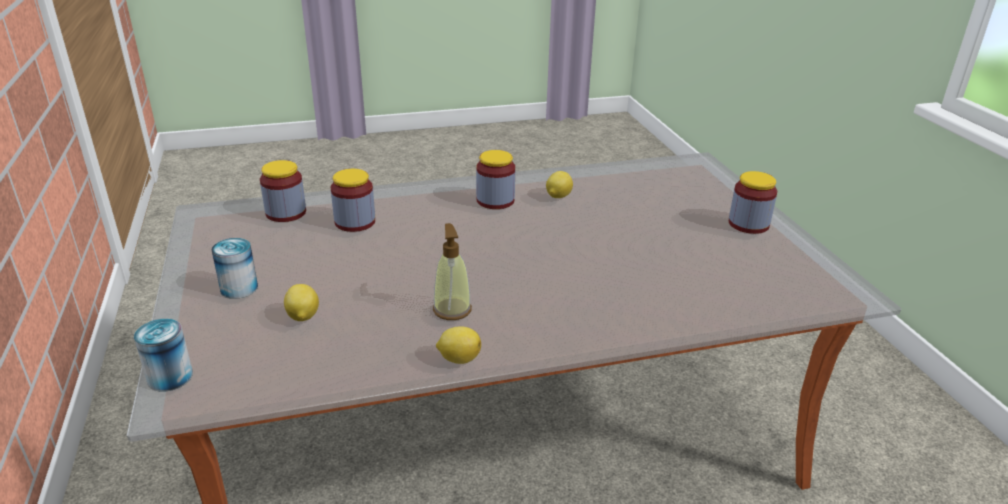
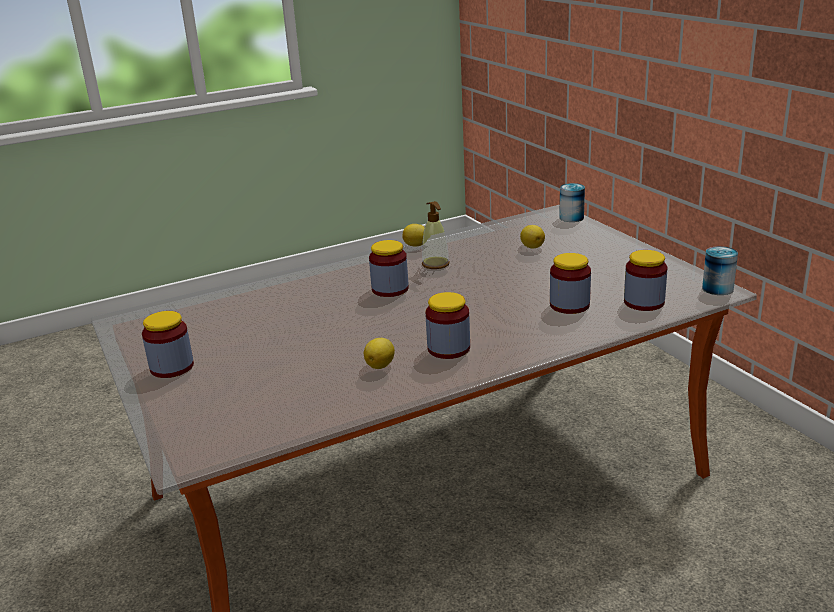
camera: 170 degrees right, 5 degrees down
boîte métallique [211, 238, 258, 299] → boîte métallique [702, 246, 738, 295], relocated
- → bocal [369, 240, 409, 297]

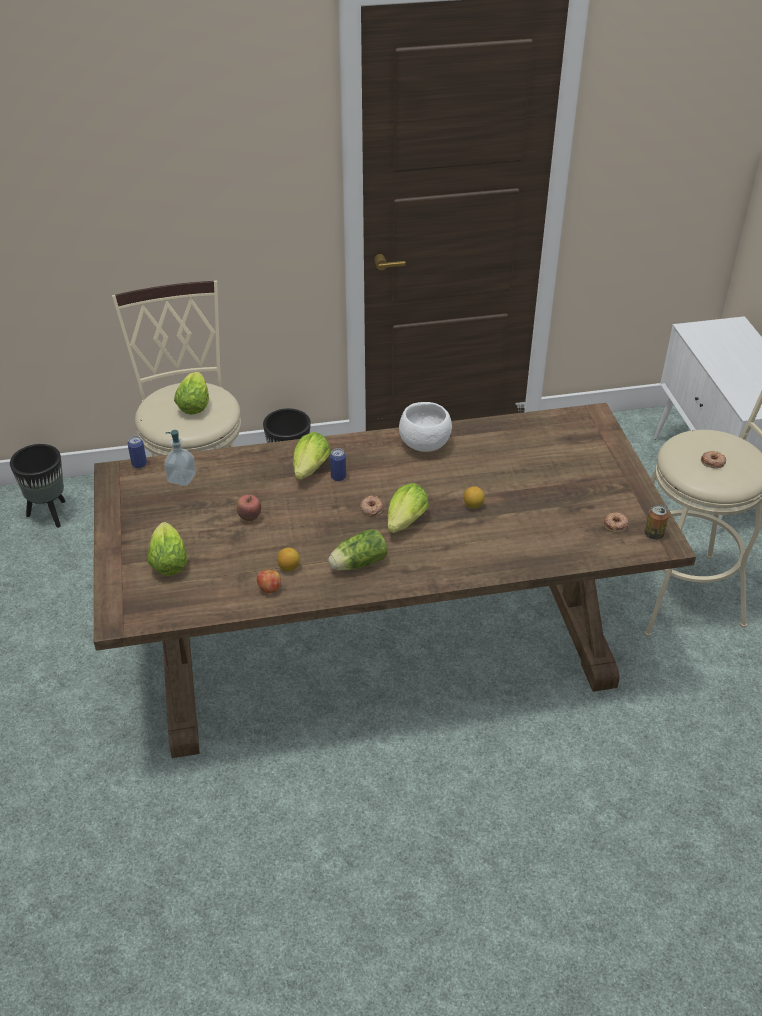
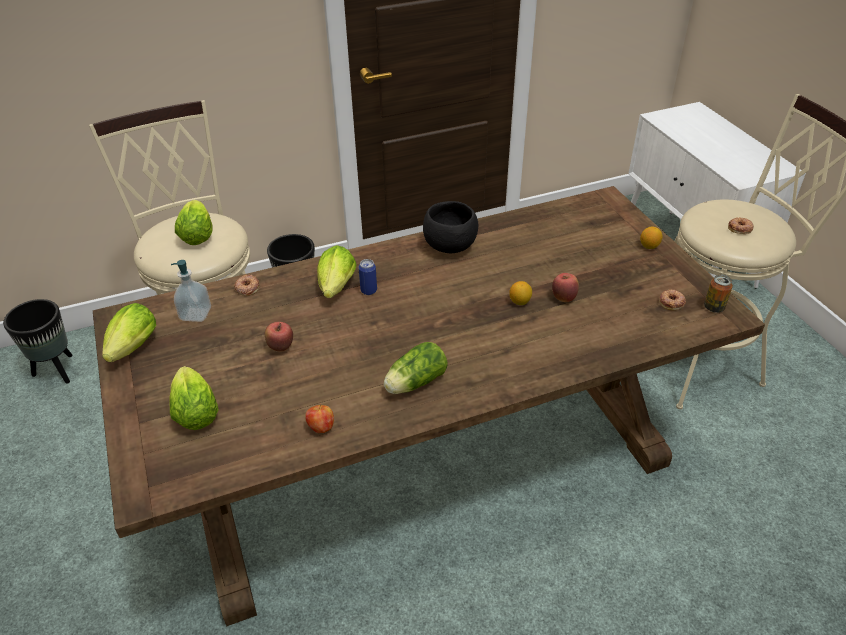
camera: 10 degrees left, 0 degrees up
bol [blanc] [399, 402, 452, 452] → bol [noir] [423, 201, 478, 253]
boîte métallique [128, 436, 147, 468] → -
laitue [387, 483, 429, 533] → laitue [102, 303, 156, 362], relocated
beignet [360, 496, 383, 517] → beignet [234, 275, 259, 296], relocated
citron [277, 547, 300, 571] → citron [640, 227, 662, 249], relocated
- → pomme [552, 273, 579, 302]

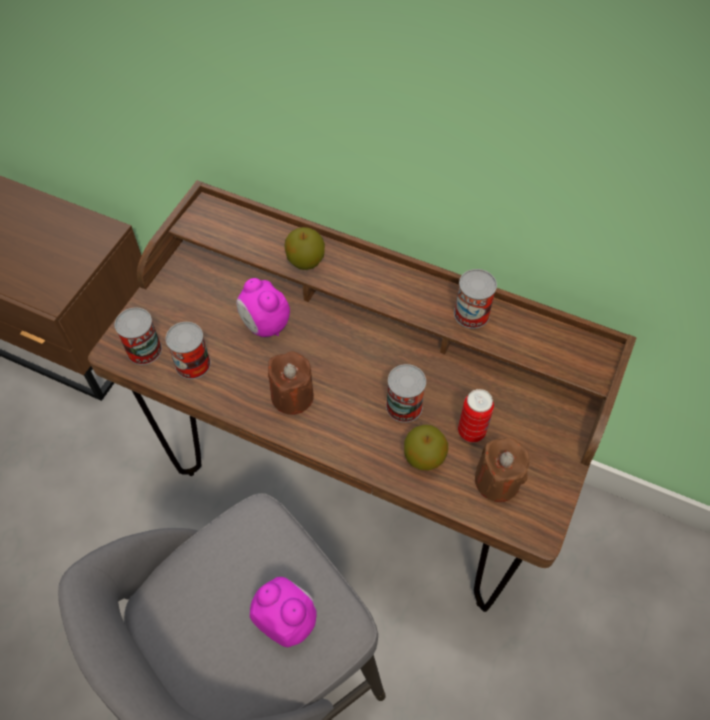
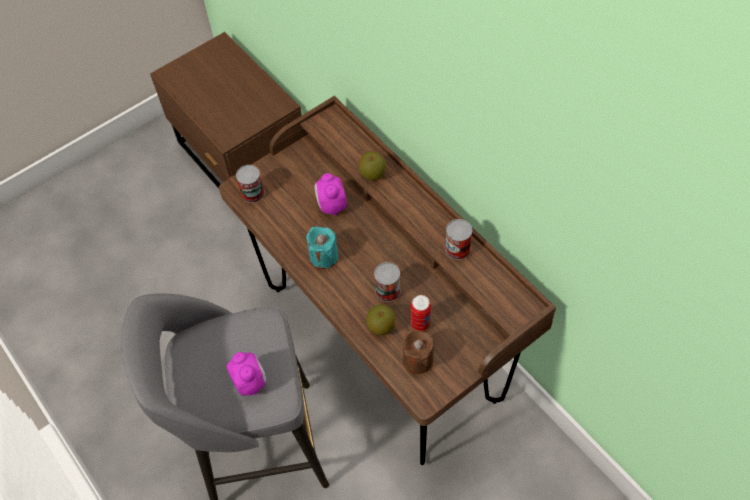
camera: 30 degrees right, 0 degrees up
boîte métallique [166, 322, 211, 379] → -
bougie [marron] [268, 351, 314, 415] → bougie [turquoise] [306, 227, 338, 269]

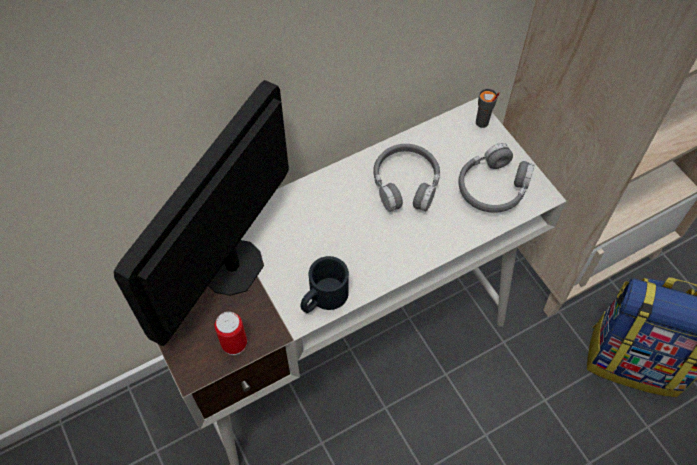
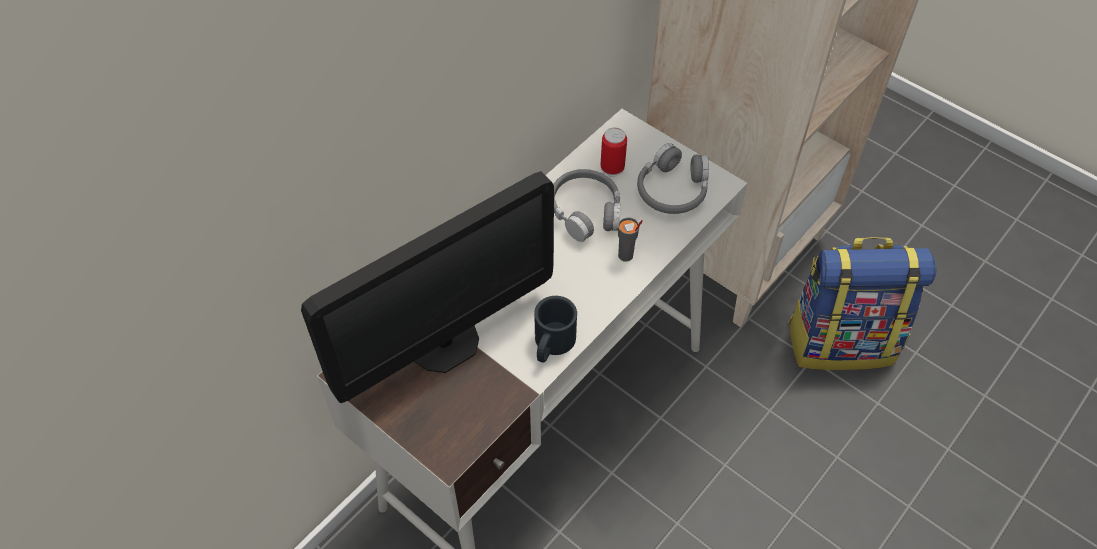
camera: 20 degrees left, 5 degrees down
écran d'ordinateur [114, 80, 289, 346] → écran d'ordinateur [301, 171, 554, 403], 135 degrees counterclockwise
tasse [gris] [476, 88, 500, 128] → tasse [gris] [618, 217, 643, 262], relocated
boîte métallique [215, 312, 247, 355] → boîte métallique [600, 127, 627, 177], relocated

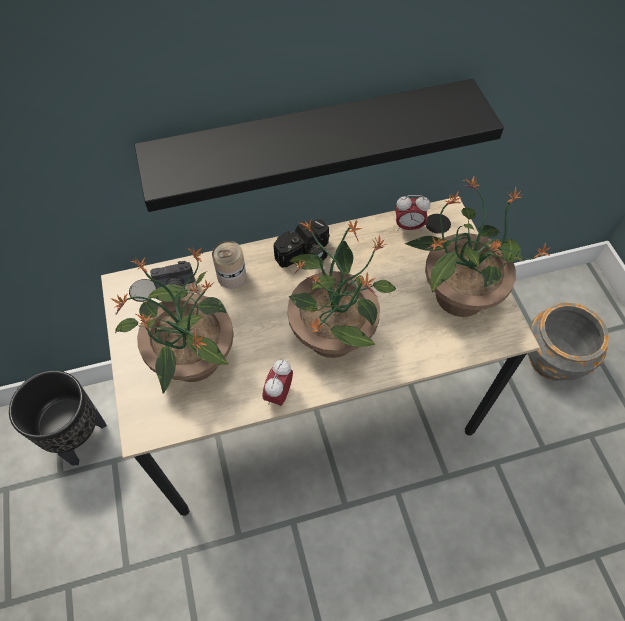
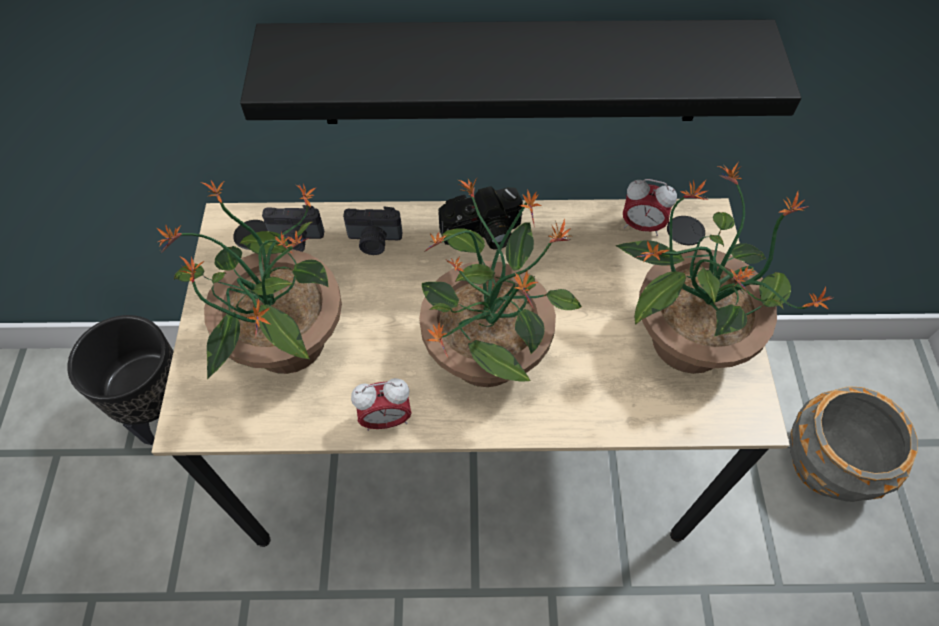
camera: 15 degrees right, 0 degrees up
boîte métallique [212, 241, 246, 289] → appareil photo [343, 206, 402, 255]
réveil [263, 360, 293, 406] → réveil [351, 378, 412, 431], 135 degrees counterclockwise

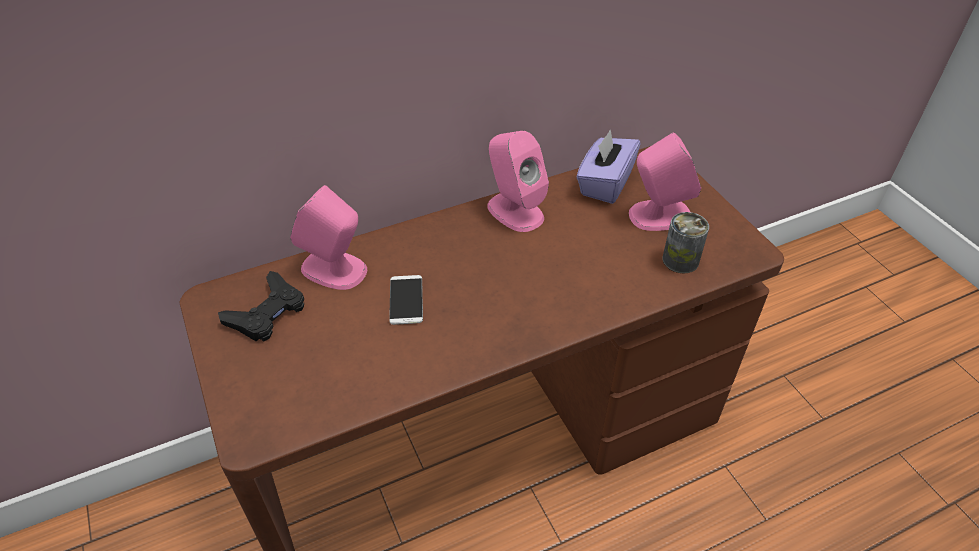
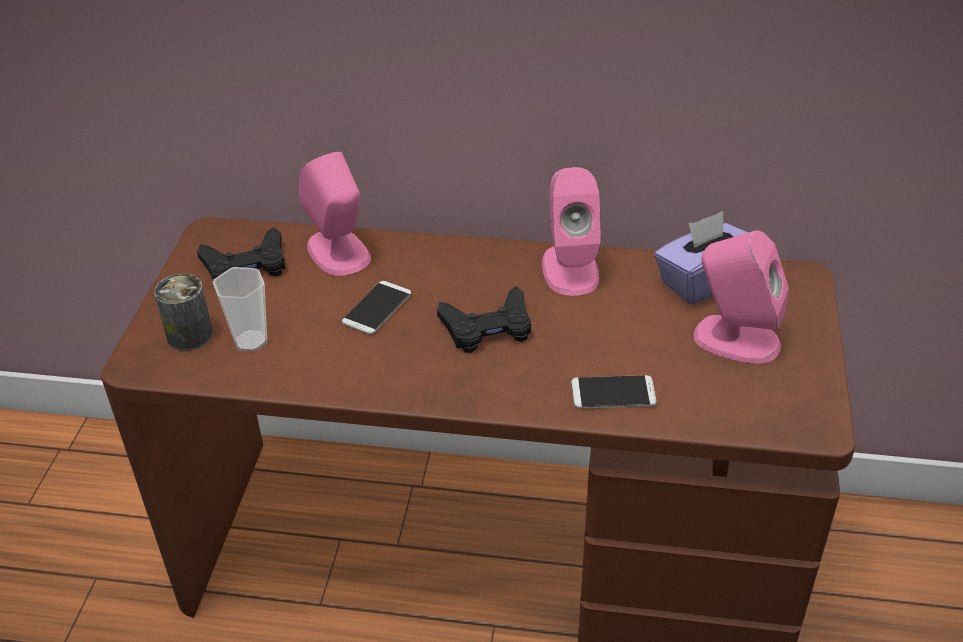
camera: 35 degrees right, 5 degrees down
boîte métallique [662, 212, 709, 273] → boîte métallique [154, 274, 213, 351], relocated
- → tasse [213, 267, 267, 352]
- → manette [noir] [437, 286, 531, 353]
- → téléphone [571, 375, 657, 408]

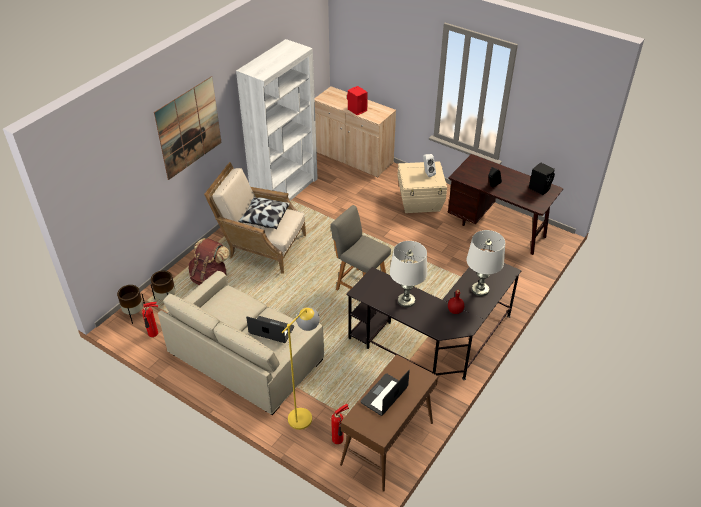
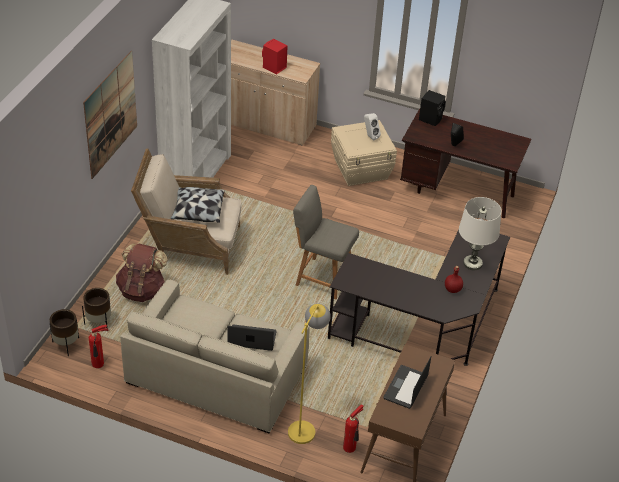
camera: 15 degrees left, 0 degrees up
enceinte [noir] [529, 162, 555, 195] → enceinte [noir] [419, 90, 446, 126], relocated
lampe de table [blanc] [390, 241, 428, 308] → -

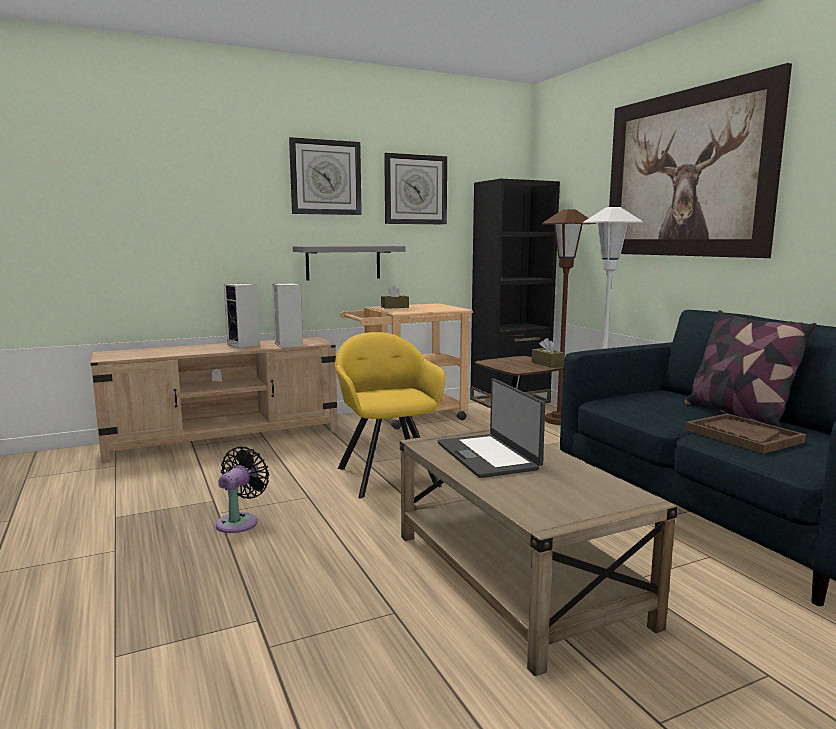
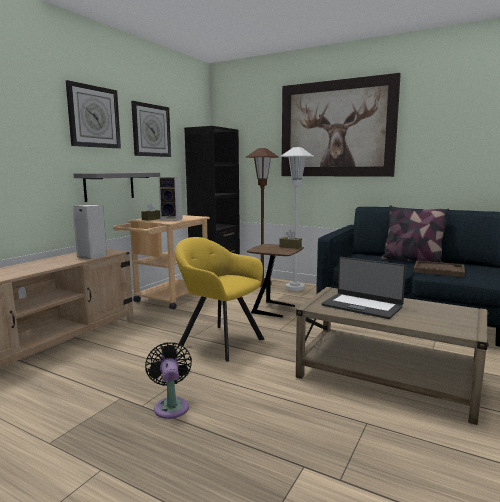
camera: 35 degrees left, 0 degrees up
enceinte [224, 283, 260, 348] → enceinte [158, 177, 183, 221], relocated

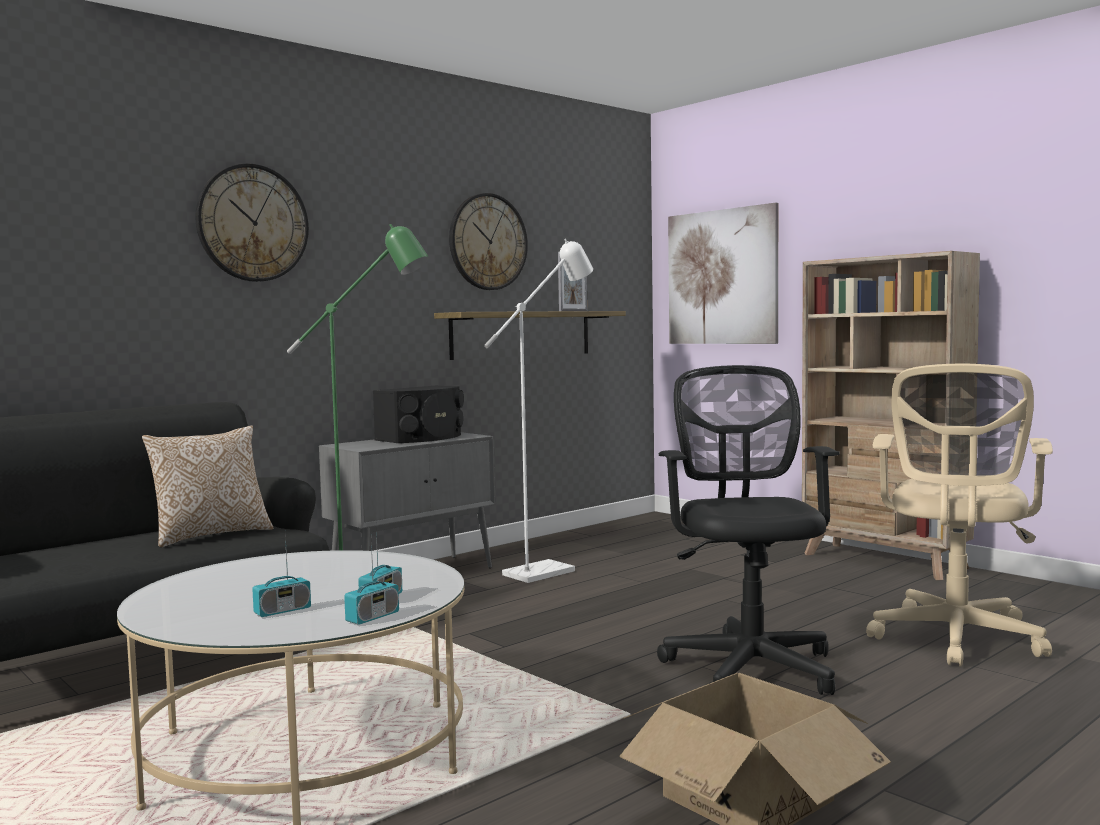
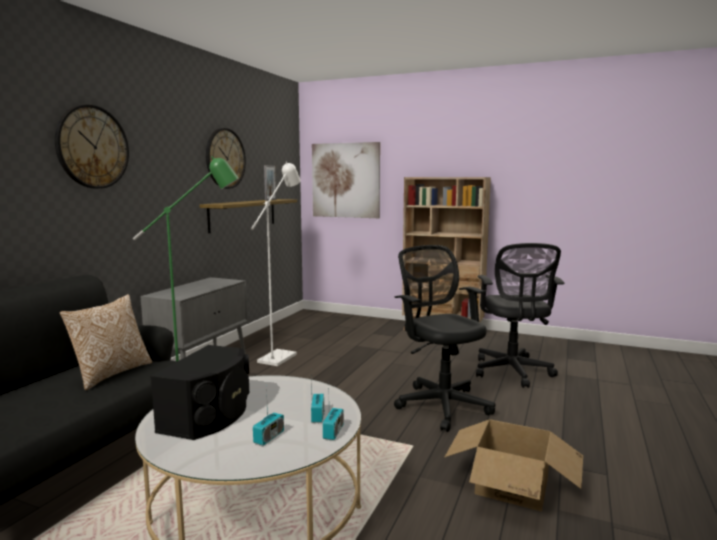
camera: 25 degrees left, 5 degrees up
chaise de bureau [beige] [866, 363, 1053, 666] → chaise de bureau [noir] [476, 243, 564, 388]
enceinte [noir] [373, 386, 464, 443] → enceinte [noir] [150, 345, 249, 440], relocated

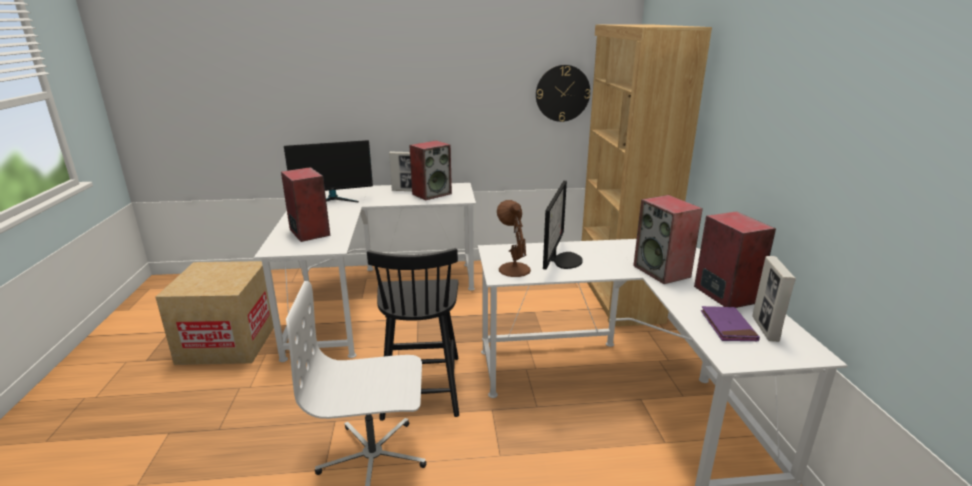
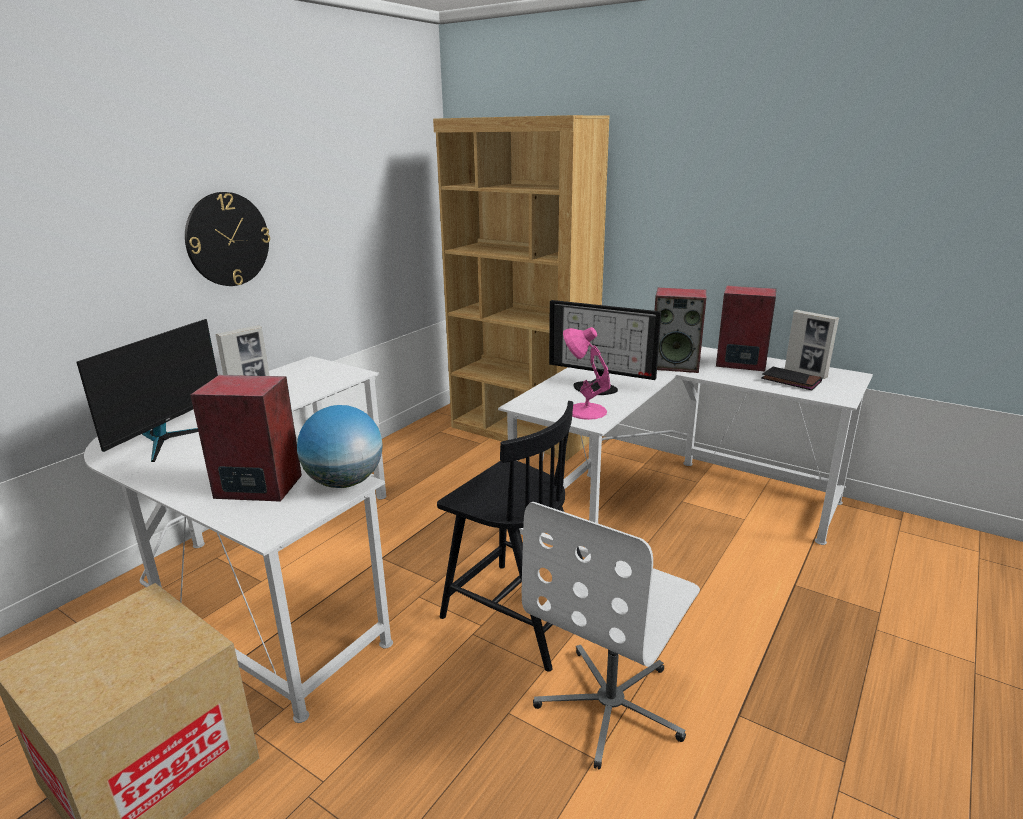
camera: 50 degrees left, 0 degrees up
horloge murale [536, 65, 590, 122] → horloge murale [185, 192, 270, 286], relocated
enceinte [409, 141, 452, 200] → -
écran d'ordinateur [543, 181, 583, 269] → écran d'ordinateur [549, 300, 661, 395], 150 degrees clockwise
lampe de table [marron] [497, 200, 531, 277] → lampe de table [rose] [563, 327, 611, 420]
livre [violet] [701, 306, 760, 342] → livre [noir] [761, 367, 822, 390]
- → globe [297, 405, 383, 488]

